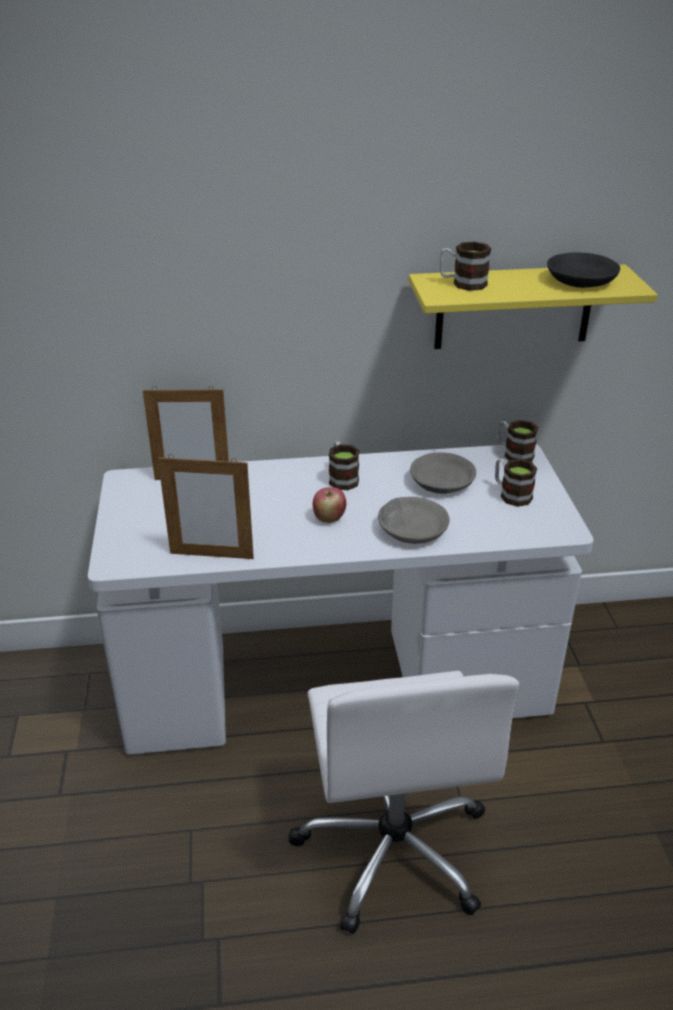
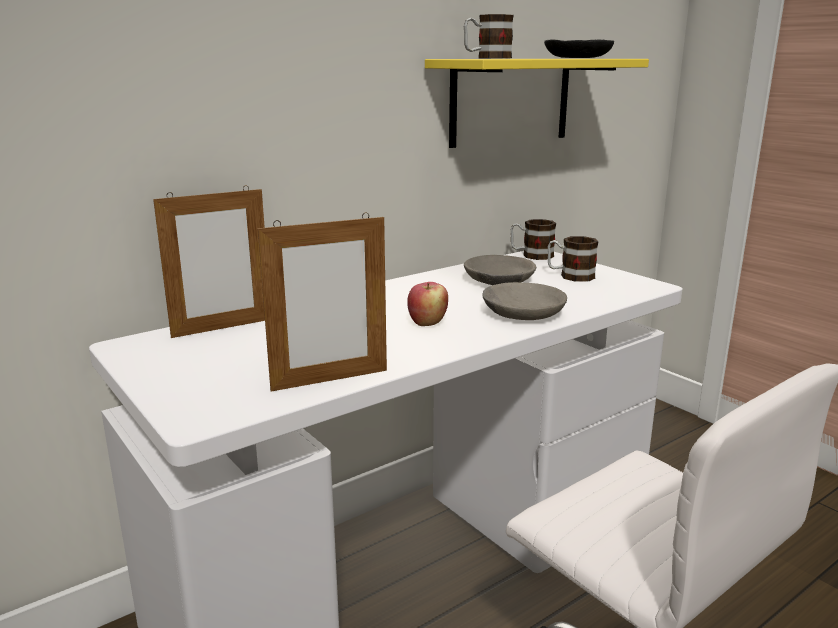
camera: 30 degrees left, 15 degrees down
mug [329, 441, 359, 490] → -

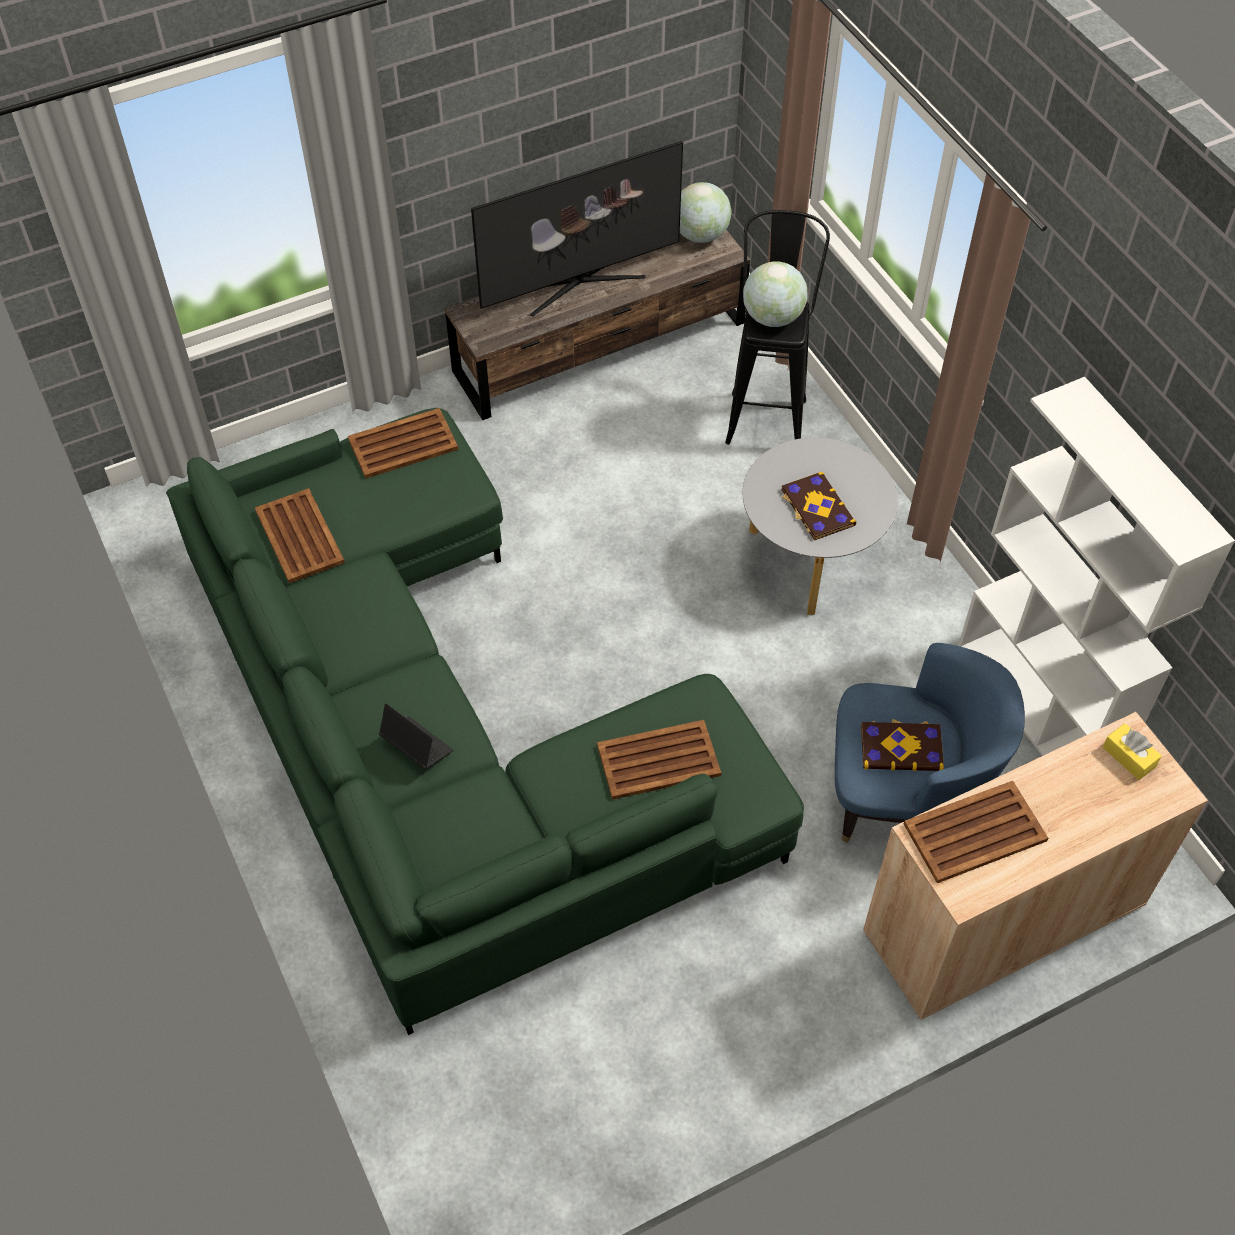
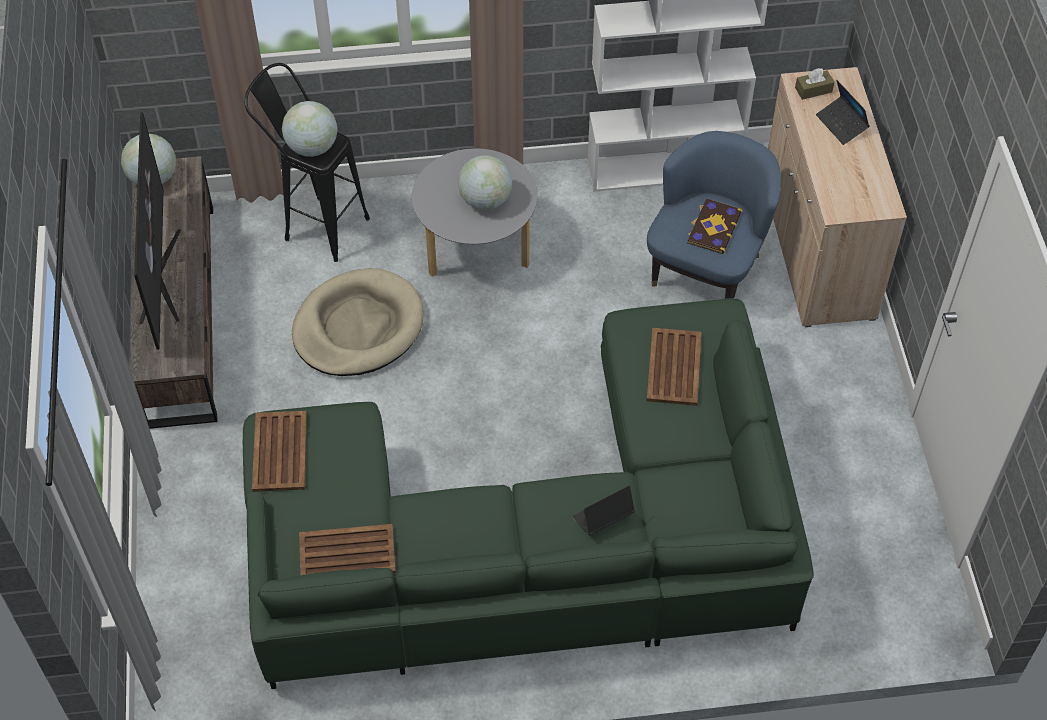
camera: 70 degrees left, 0 degrees up
livre [781, 472, 857, 540] → globe [458, 155, 512, 210]
boîte à mouchoirs [jaune] [1103, 723, 1162, 780] → boîte à mouchoirs [marron] [795, 68, 834, 100]
plateau [marron] [904, 781, 1048, 883] → -
- → ordinateur portable [816, 80, 870, 145]
- → panier pour chien [beige] [292, 268, 424, 376]

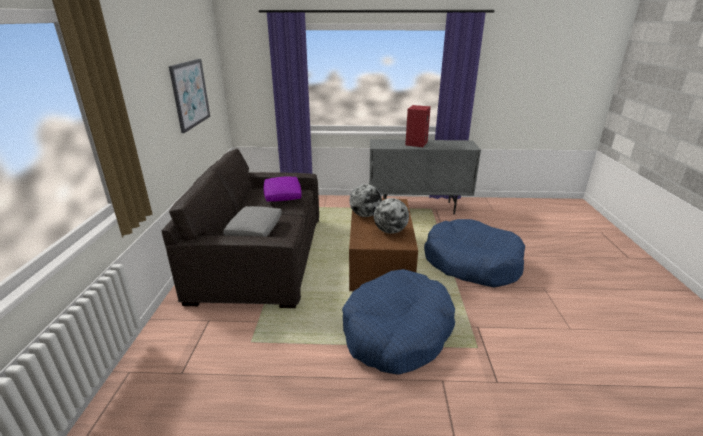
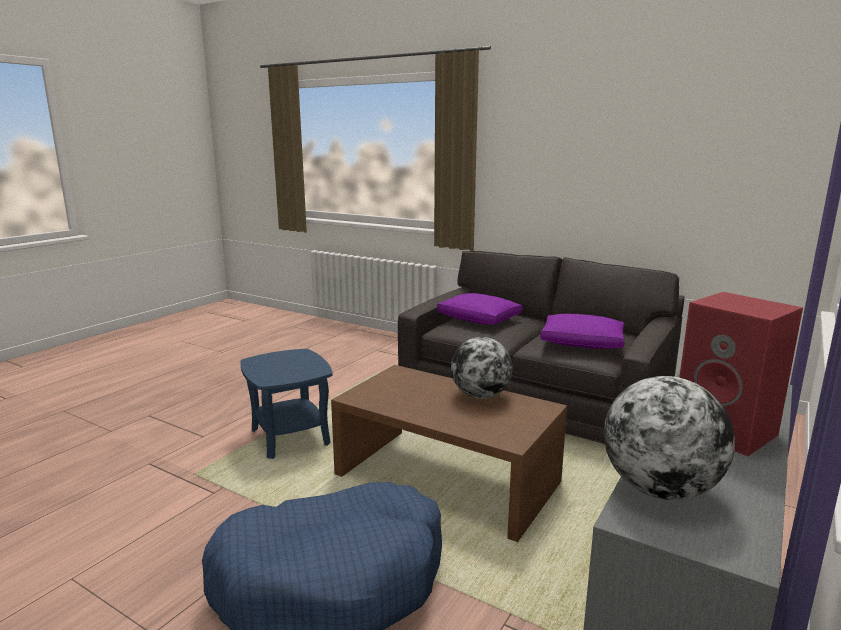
camera: 120 degrees right, 10 degrees down
tableau [169, 59, 210, 133] → -
globe [374, 198, 409, 234] → globe [604, 376, 735, 500], relocated
coussin [gris] [223, 206, 282, 237] → coussin [violet] [437, 293, 522, 325]
panier pour chien [bleu] [342, 269, 455, 375] → table d'appoint [bleu] [240, 349, 333, 459]

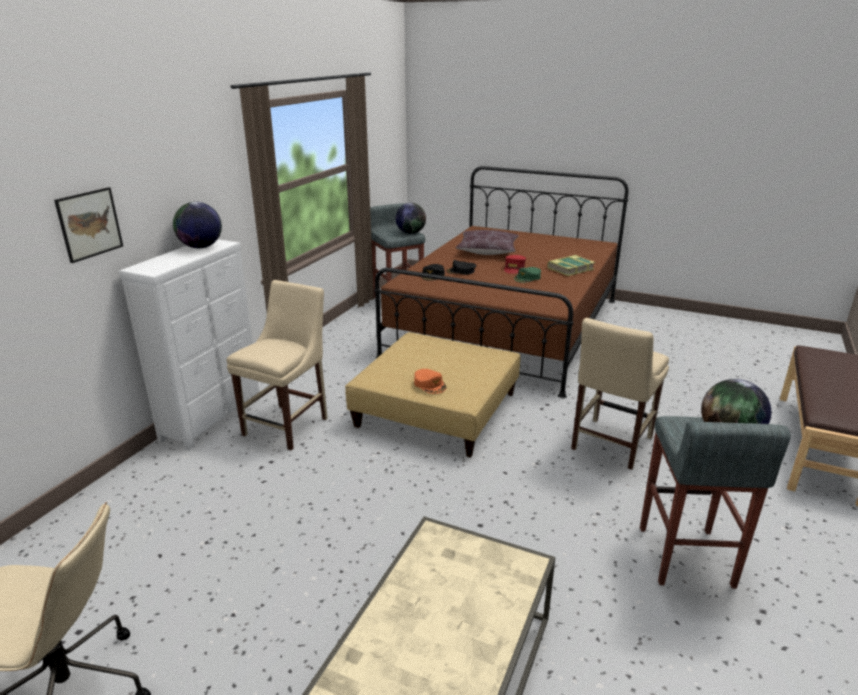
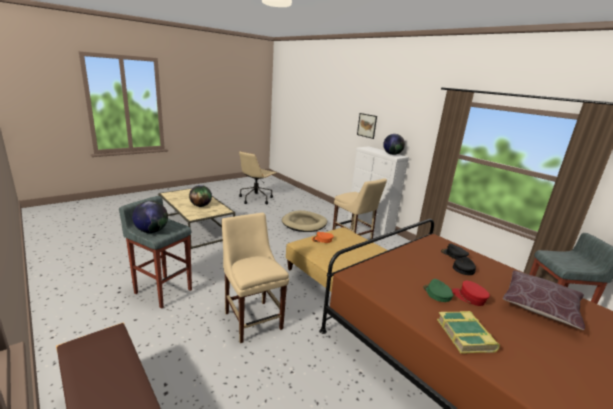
camera: 115 degrees right, 5 degrees down
globe [395, 203, 426, 234] → globe [189, 185, 212, 207], relocated
- → panier pour chien [beige] [282, 210, 327, 232]

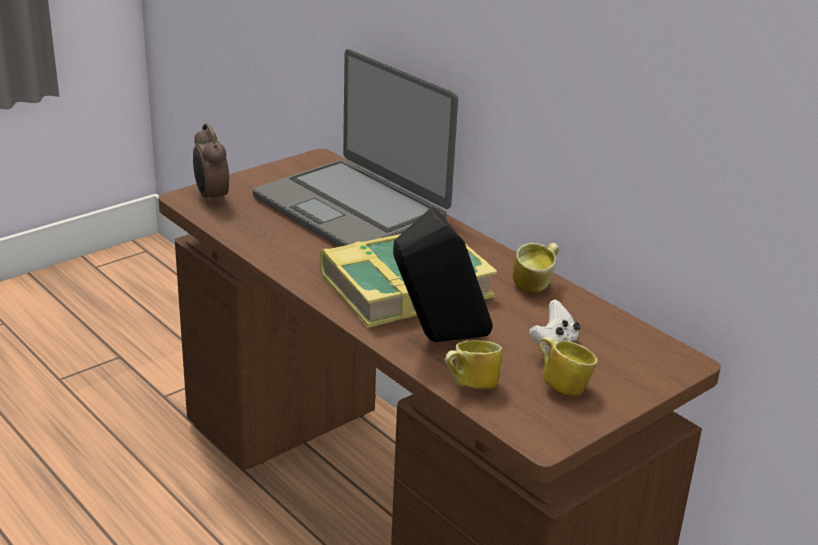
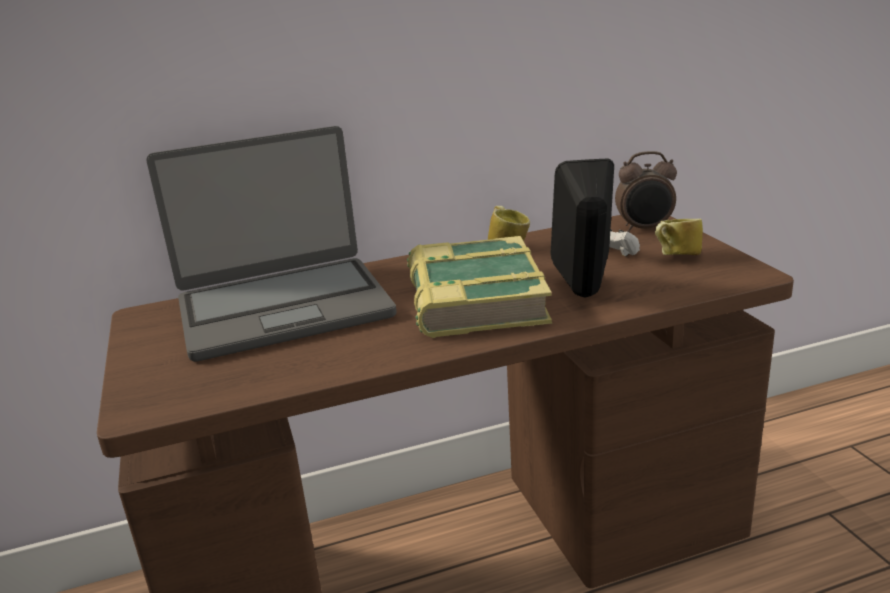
camera: 65 degrees left, 5 degrees down
réveil [193, 123, 229, 206] → réveil [615, 151, 677, 232], relocated
mug [444, 340, 502, 389] → -

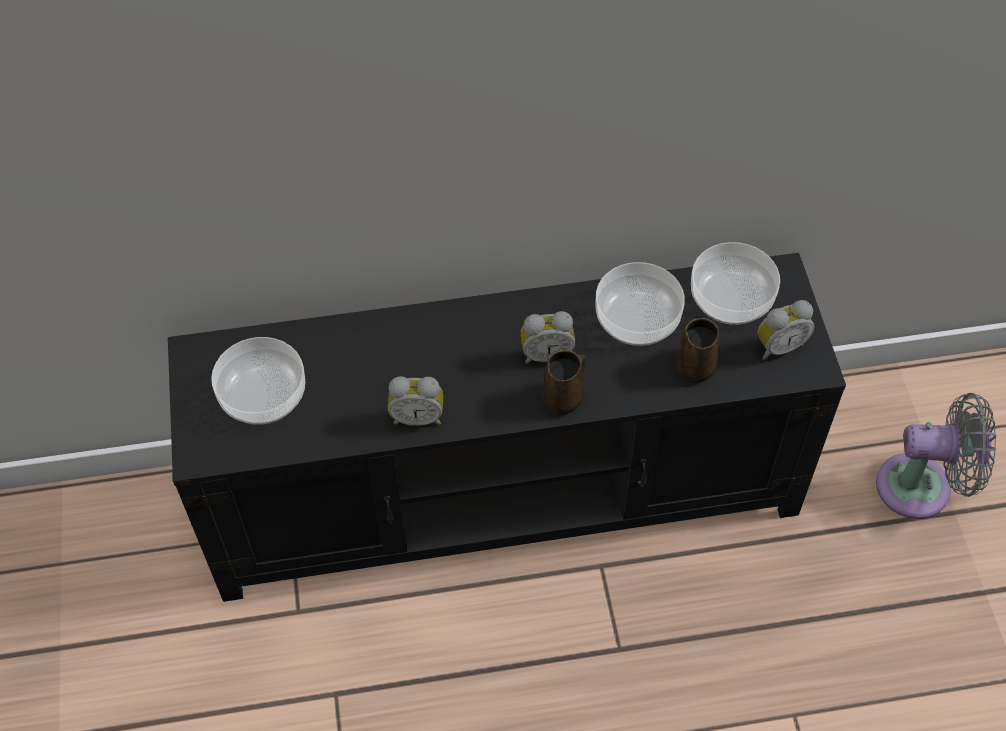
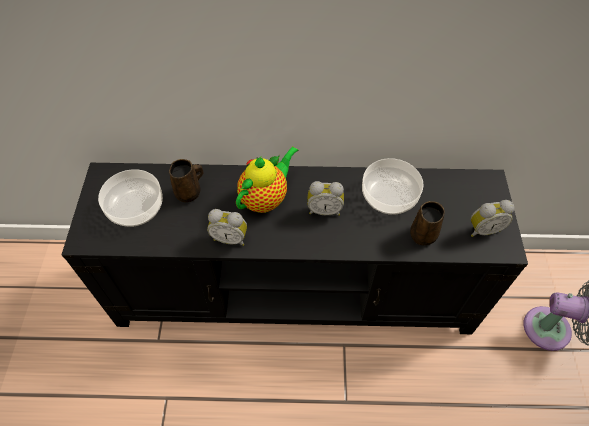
camera: 10 degrees right, 0 degrees up
bol [691, 242, 780, 325] → -
mug [marron] [542, 350, 586, 415] → mug [marron] [169, 159, 204, 202], relocated
- → théière [236, 146, 298, 213]

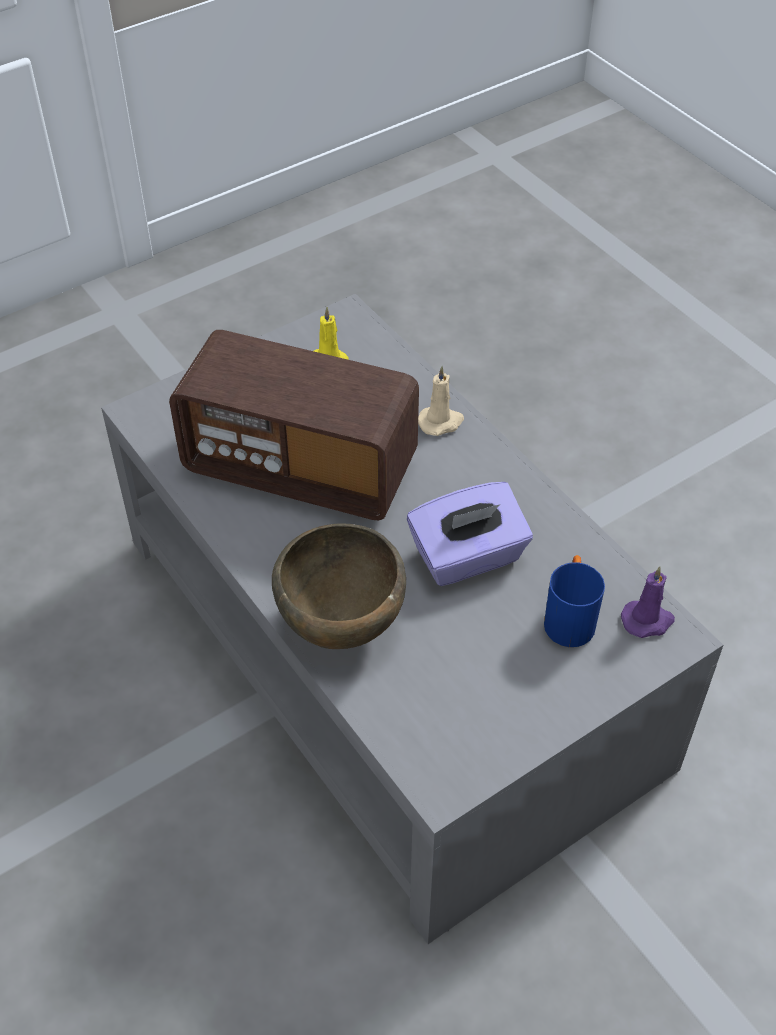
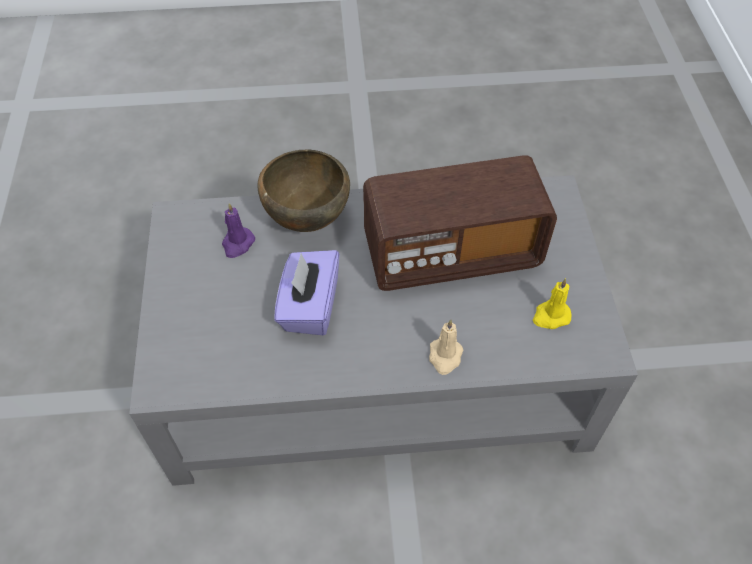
camera: 120 degrees right, 5 degrees up
radio [169, 330, 419, 520] → radio [363, 155, 557, 291], 150 degrees counterclockwise
mug [bleu] [544, 555, 605, 647] → -
bougie [violet] [621, 567, 675, 638] → bougie [violet] [222, 203, 255, 258], relocated

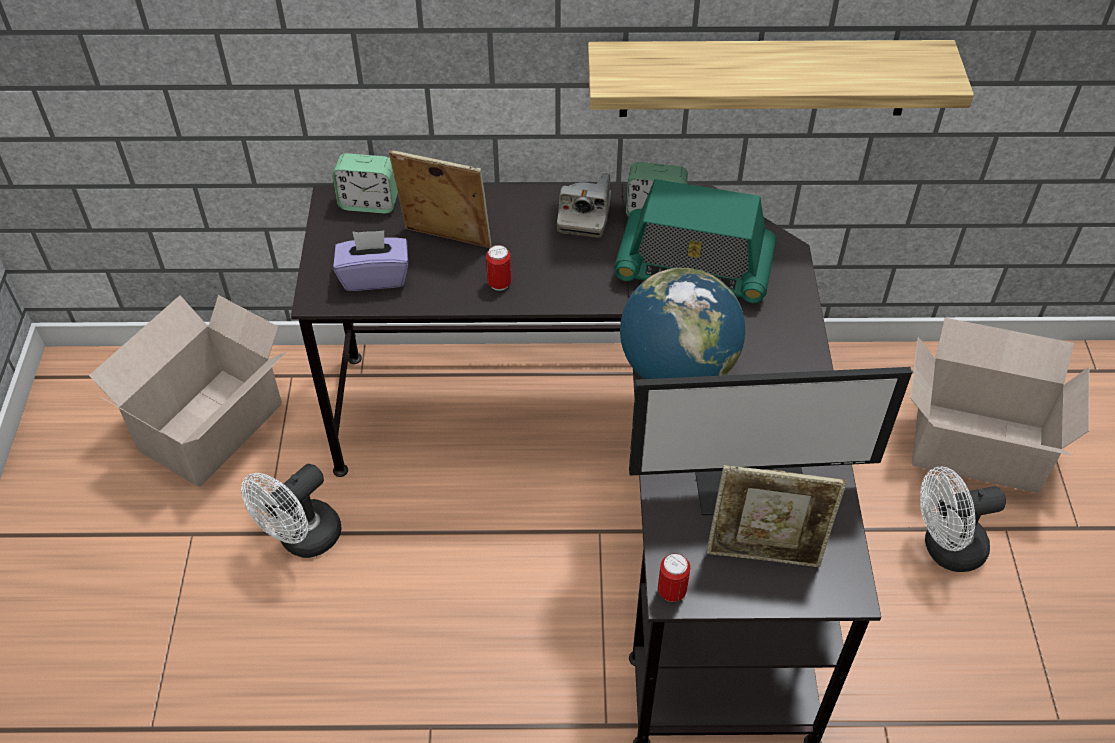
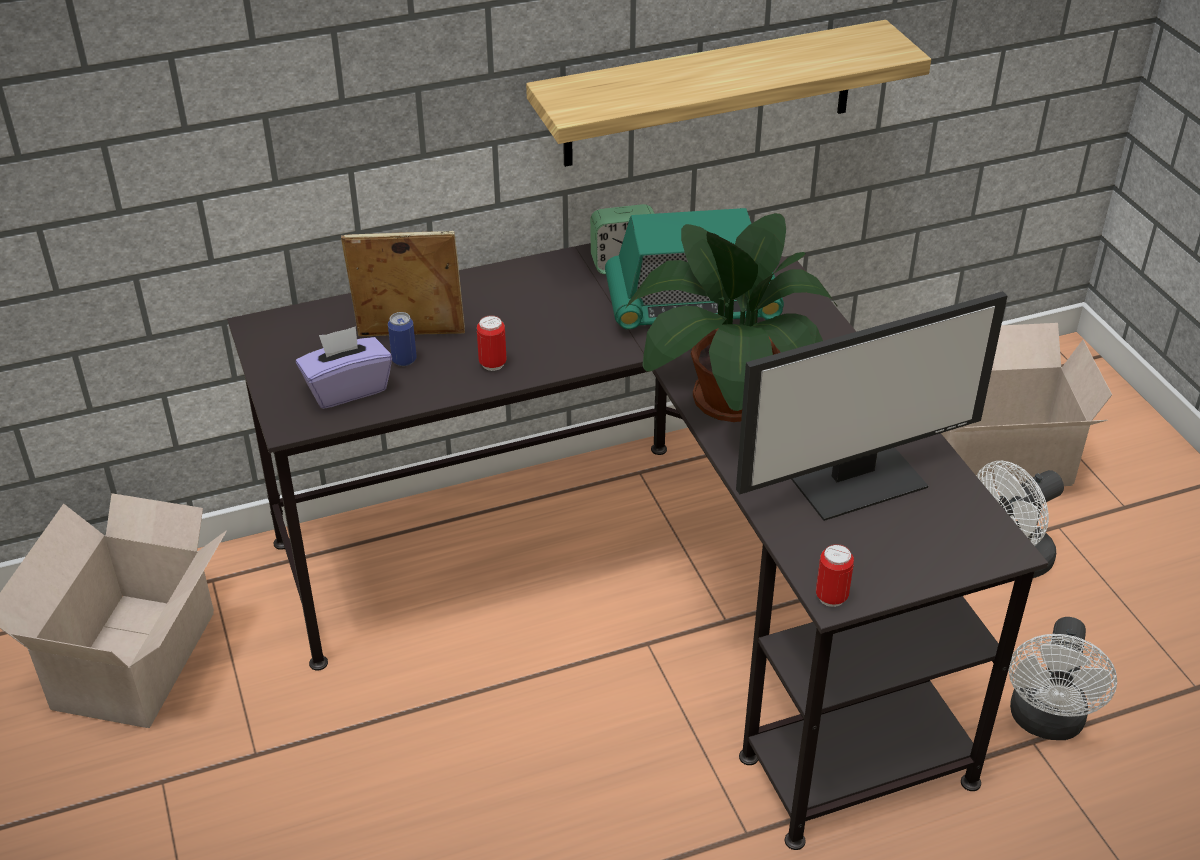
camera: 20 degrees left, 10 degrees down
réveil [332, 153, 398, 214] → -
appareil photo [557, 173, 611, 238] → -
globe [620, 268, 745, 379] → plante en pot [627, 213, 838, 422]
ventilateur [blanc] [241, 464, 342, 558] → ventilateur [blanc] [1009, 617, 1117, 740], relocated
cadre photo [707, 465, 847, 567] → -
- → boîte métallique [388, 312, 417, 366]

